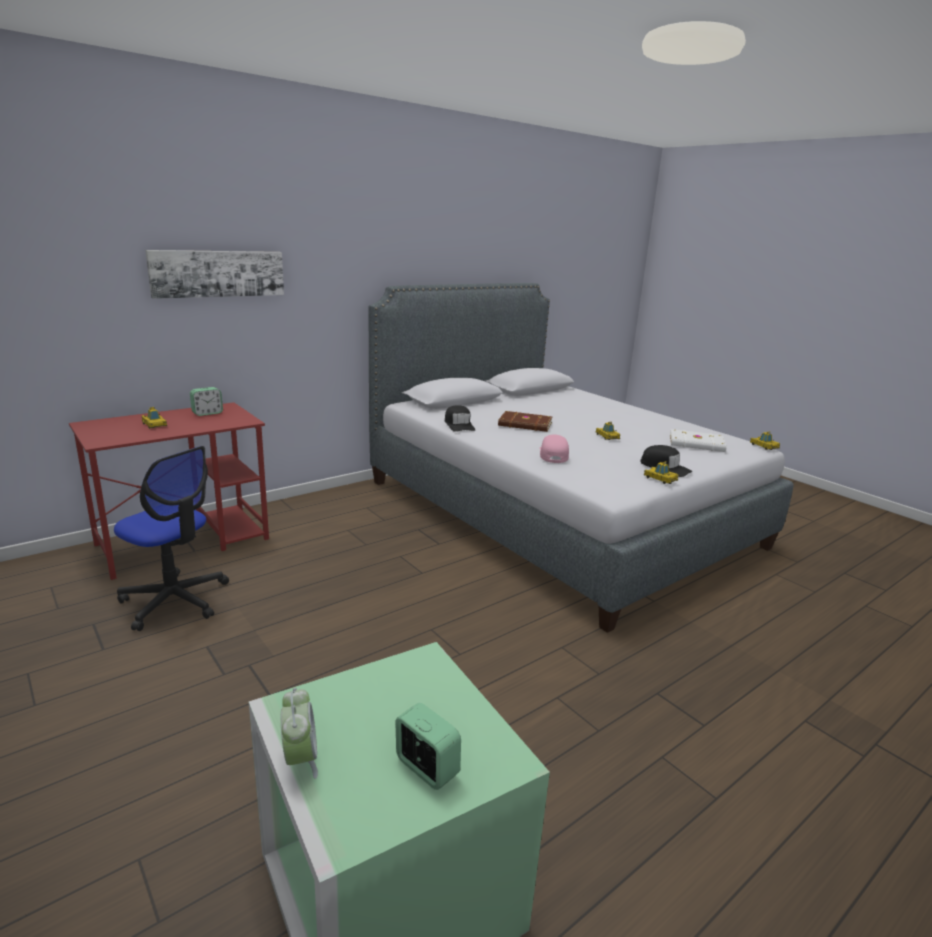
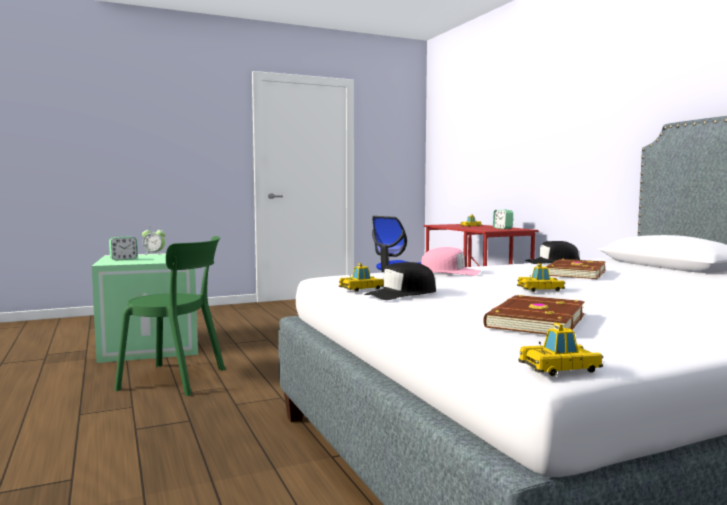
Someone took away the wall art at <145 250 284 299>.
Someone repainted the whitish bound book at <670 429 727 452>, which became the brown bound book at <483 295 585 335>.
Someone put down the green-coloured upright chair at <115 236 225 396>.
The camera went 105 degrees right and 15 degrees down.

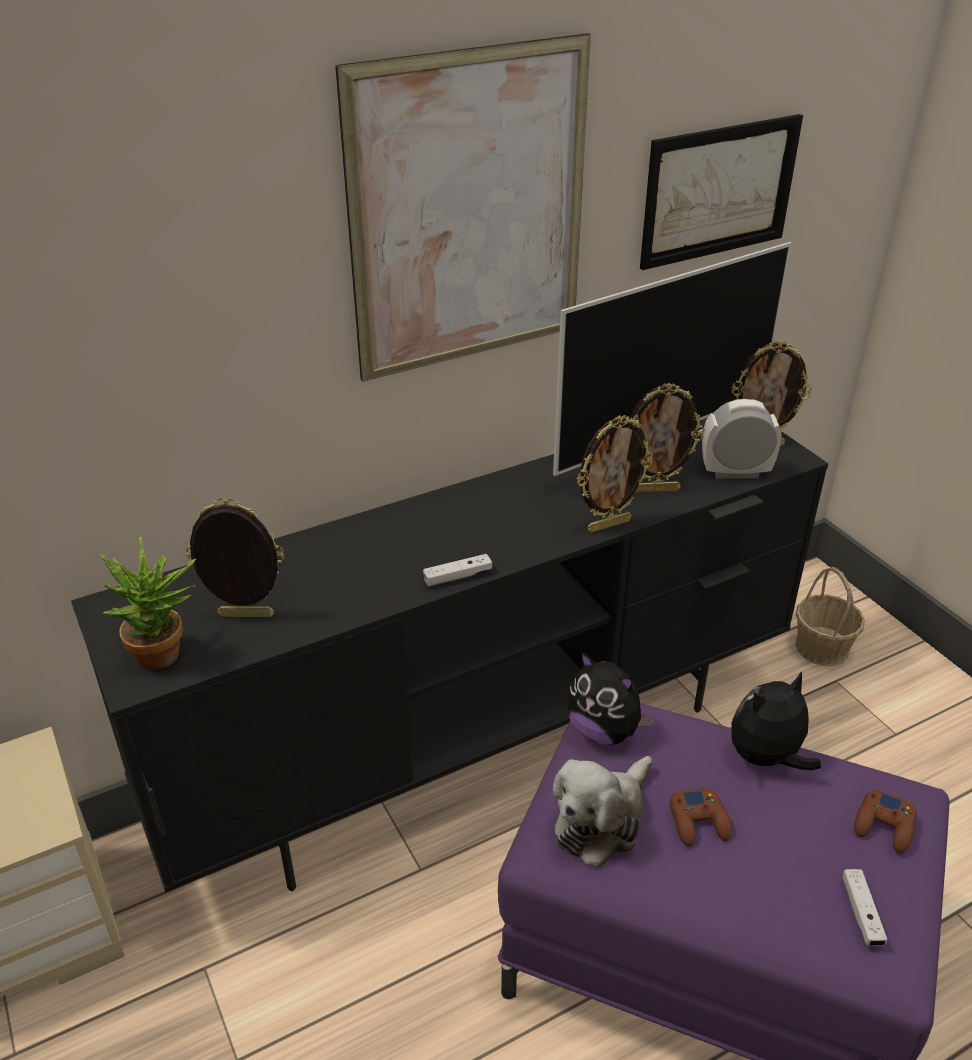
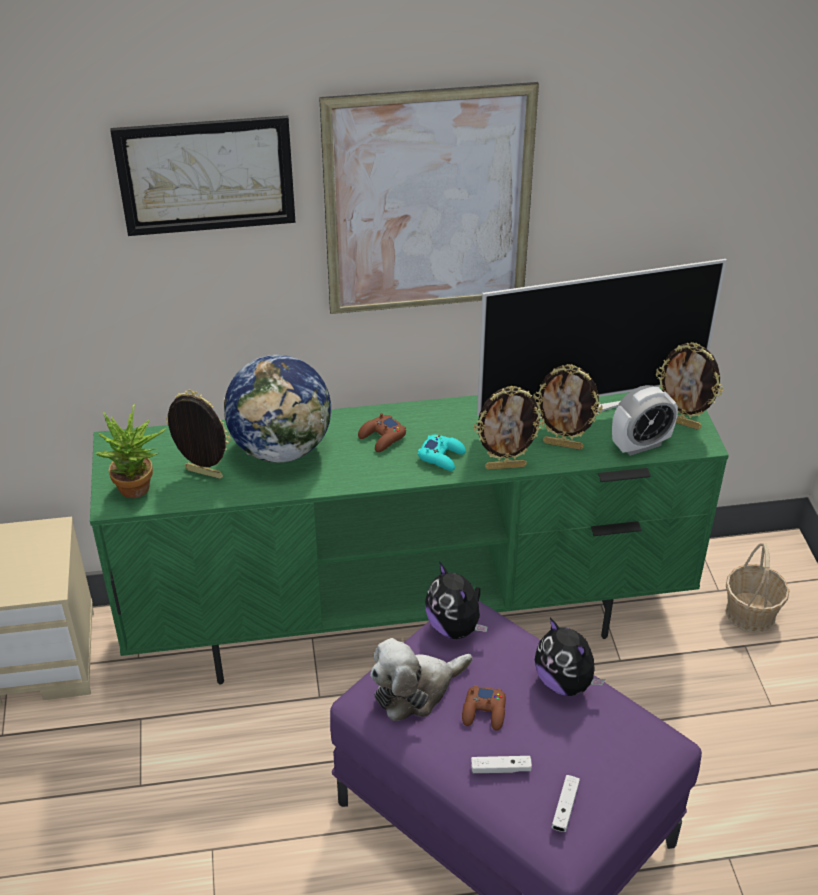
Someone carried the wall art from <640 114 803 270> to <110 115 296 236>.
Someone rotated the alarm clock at <702 399 781 479> by 135 degrees clockwise.
Someone repainted the blackish media console at <71 418 828 892>, which became the green-coloured media console at <90 387 729 685>.
Someone carried the whitish gamepad from <423 554 492 587> to <471 756 532 773>.
Someone rotated the soft toy at <731 671 821 770> by 120 degrees counterclockwise.
Someone carried the brown gamepad from <854 789 917 853> to <358 413 406 452>.
Someone put down the world globe at <223 355 331 463>.
Someone put down the blue-green gamepad at <418 435 466 471>.
The camera went 20 degrees right and 5 degrees up.

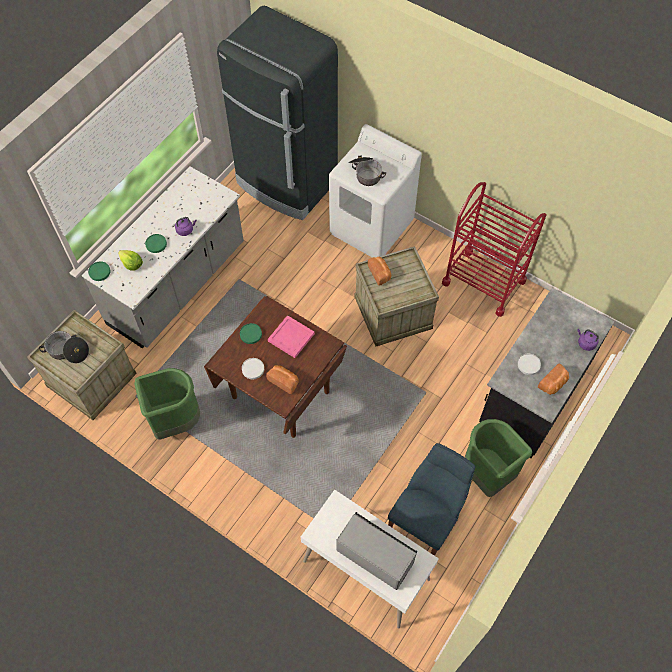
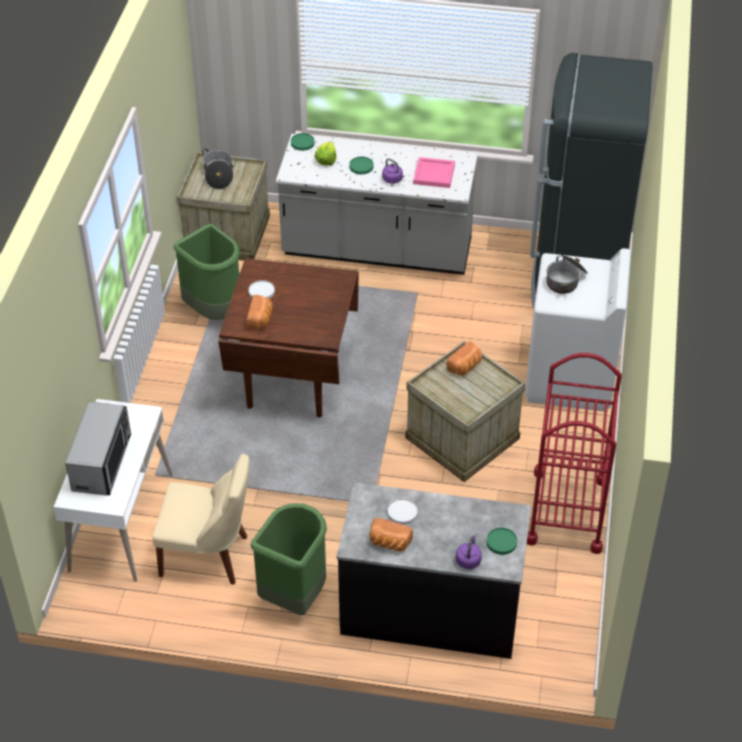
Someone carried the pinkish serving tray from <268 315 315 358> to <413 157 455 188>.
Someone carried the green-coloured flat dish from <240 323 262 344> to <487 528 517 555>.
Someone repainted the bluish upright chair at <388 443 475 556>, which became the beige-coloured upright chair at <152 454 250 585>.
The camera went 65 degrees right and 15 degrees down.

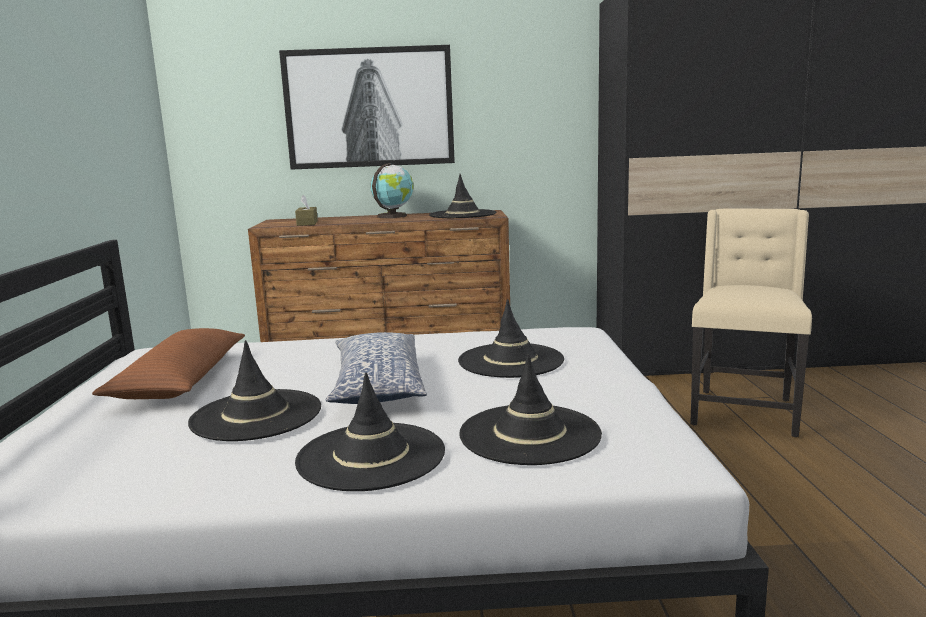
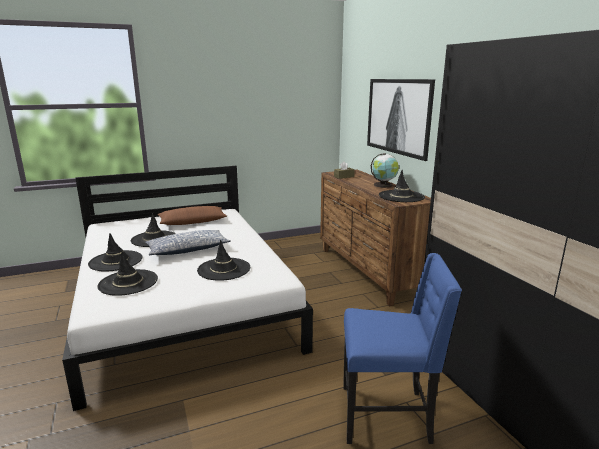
Someone repainted the beige-coloured upright chair at <690 209 812 437>, which became the bluish upright chair at <343 253 462 444>.
The camera went 70 degrees right and 5 degrees up.

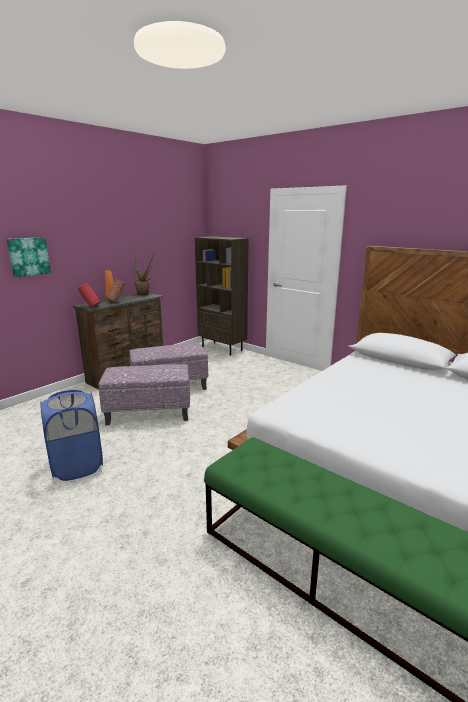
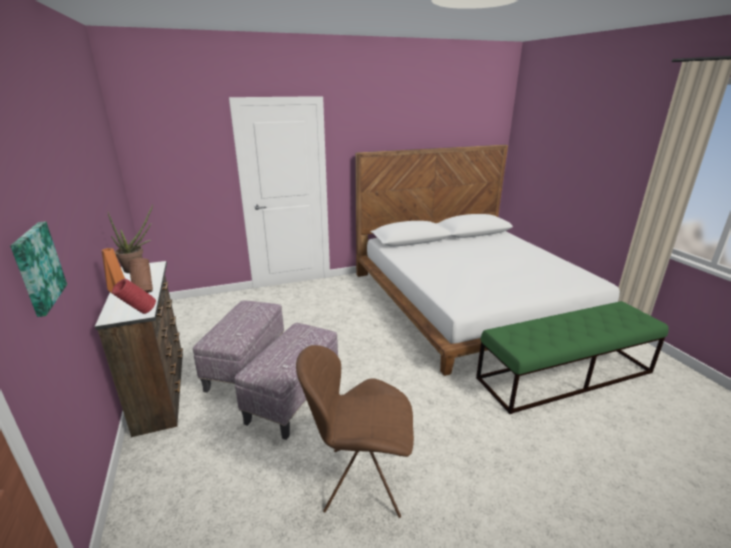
Someone took away the brown shelving unit at <195 236 249 355>.
Someone swapped the bluish laundry basket at <40 390 103 481> for the brown upright chair at <296 345 414 518>.
The camera went 60 degrees left and 5 degrees up.

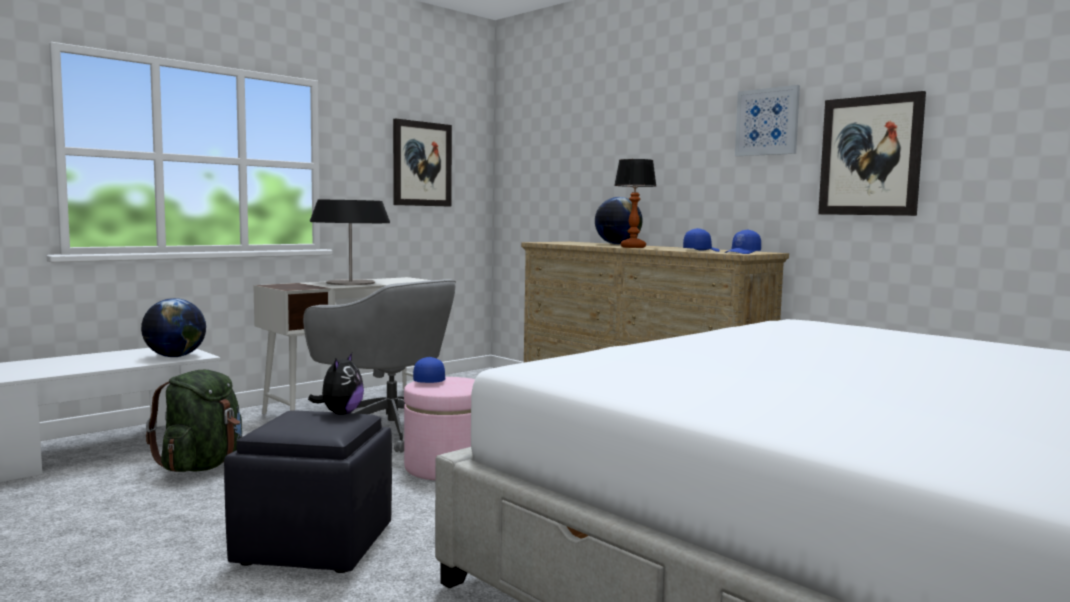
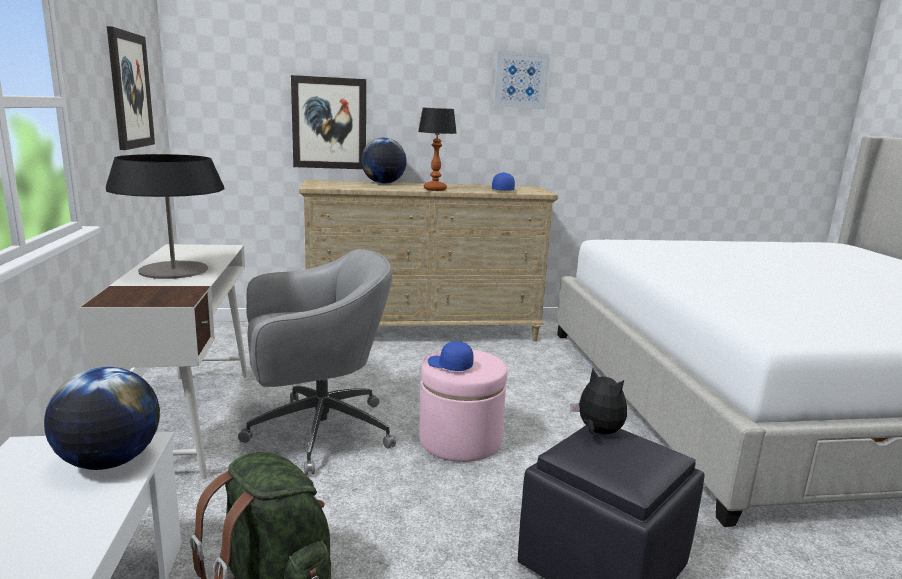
Someone carried the wall art from <818 91 926 216> to <291 75 366 169>.
Someone took away the bluish cap at <725 229 761 254>.
The camera went 55 degrees left and 10 degrees up.

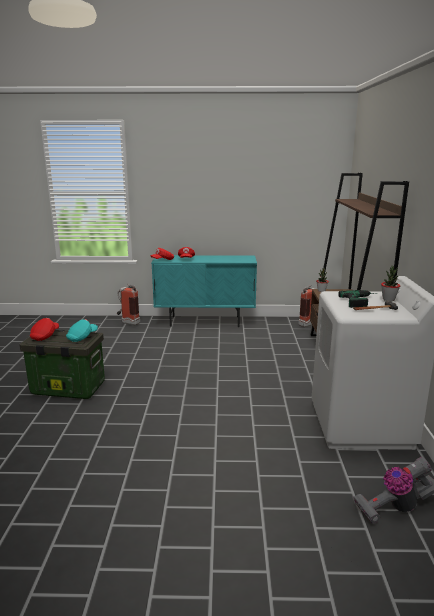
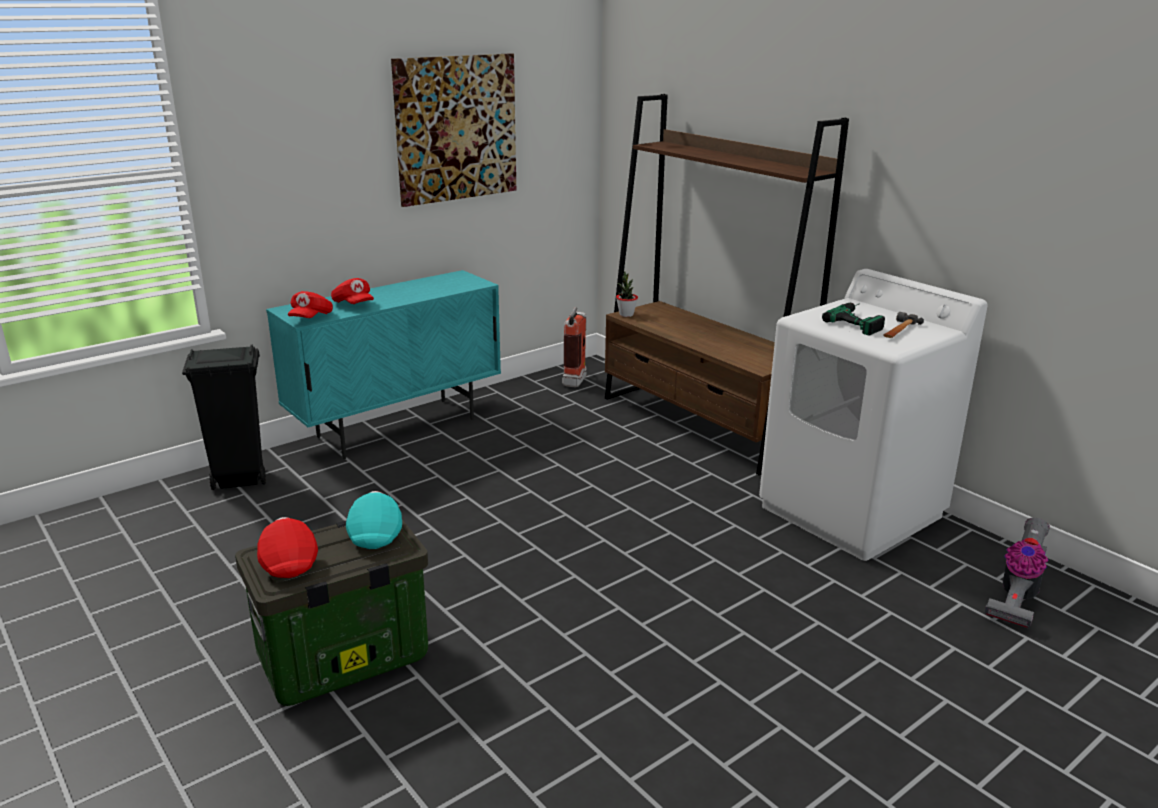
Someone took away the houseplant at <381 266 400 301>.
Someone swapped the extinguisher at <117 284 140 325> for the blackish waste bin at <182 344 266 490>.
Someone put up the wall art at <391 53 516 207>.
The camera went 40 degrees left and 5 degrees up.

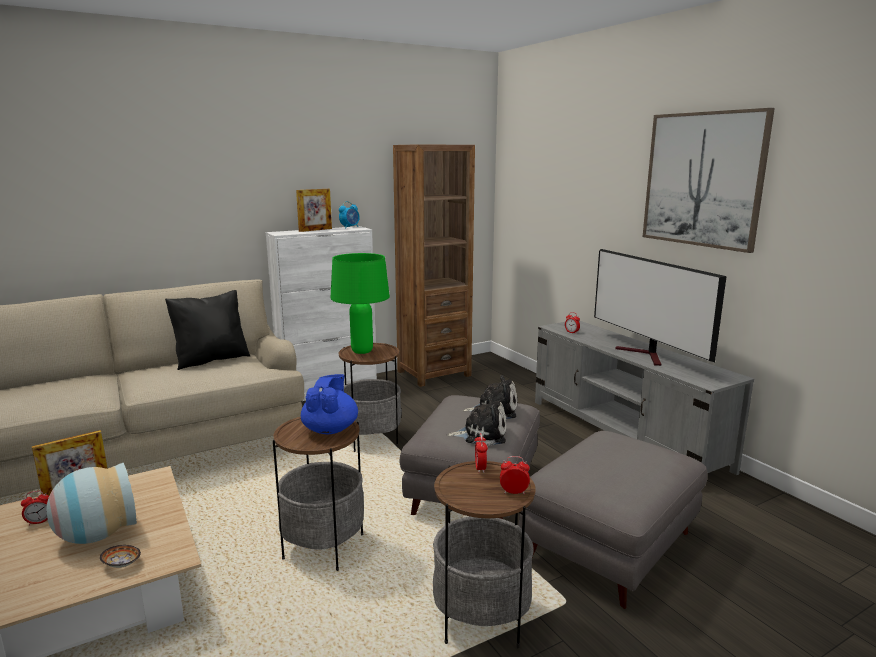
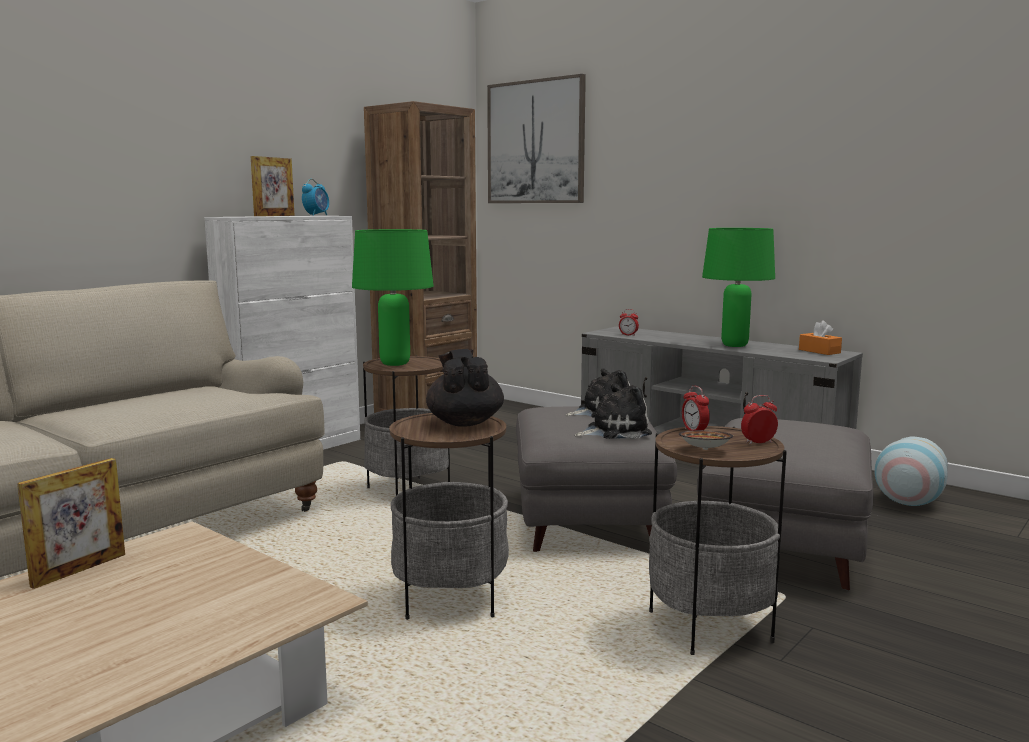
Someone carried the wall art from <643 108 775 253> to <487 74 586 203>.
Someone swapped the TV set at <594 249 727 366> for the green-coloured lamp for a table at <702 228 775 347>.
Someone took away the blackish throw pillow at <165 290 250 370>.
Someone repainted the bluish pot for tea at <301 374 358 434>, which became the blackish pot for tea at <426 349 504 427>.
Someone carried the decorative vase from <46 463 137 544> to <874 437 948 506>.
Someone took away the alarm clock at <21 491 49 526>.
Someone carried the bowl from <100 545 141 568> to <679 430 733 450>.
Someone put down the orange-coloured tissue box at <799 321 842 355>.
The camera went 20 degrees left and 5 degrees down.

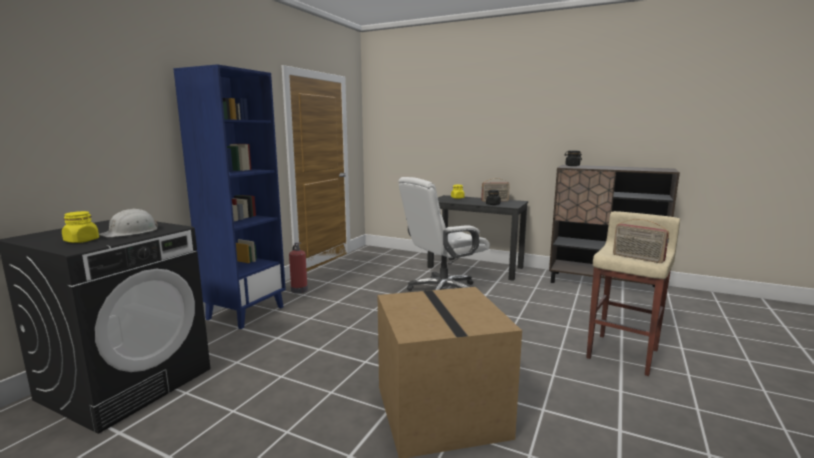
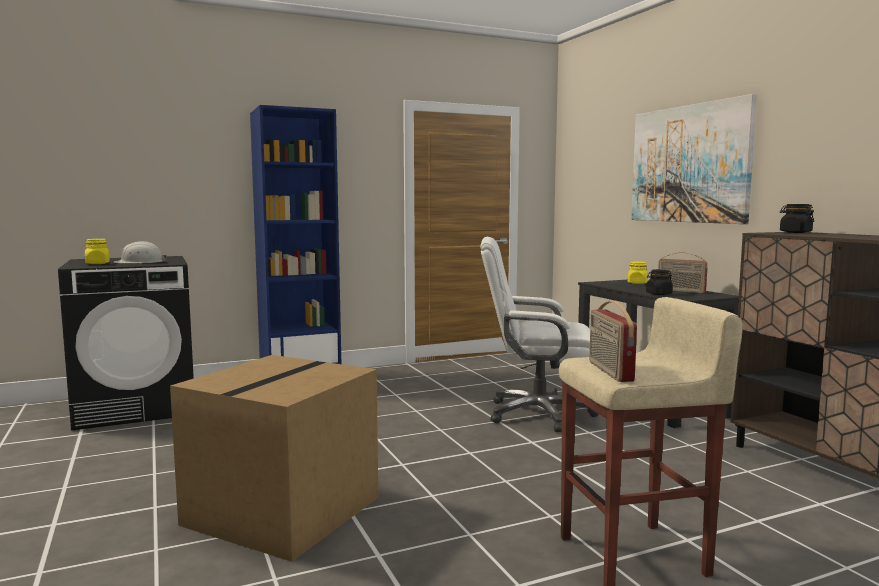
Someone took away the extinguisher at <289 242 308 293>.
Someone put up the wall art at <631 94 757 224>.
The camera went 40 degrees right and 5 degrees down.

